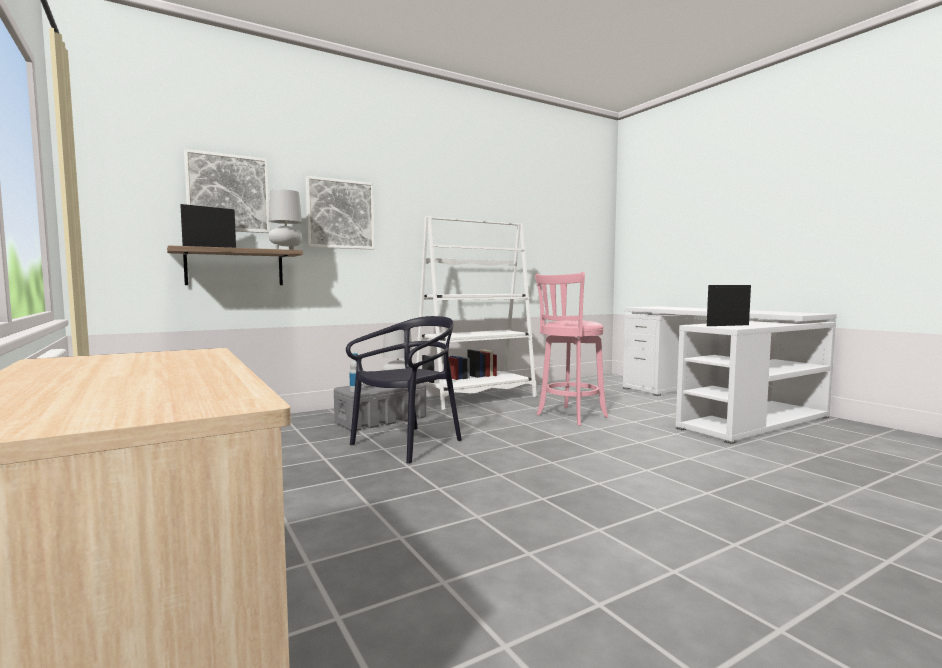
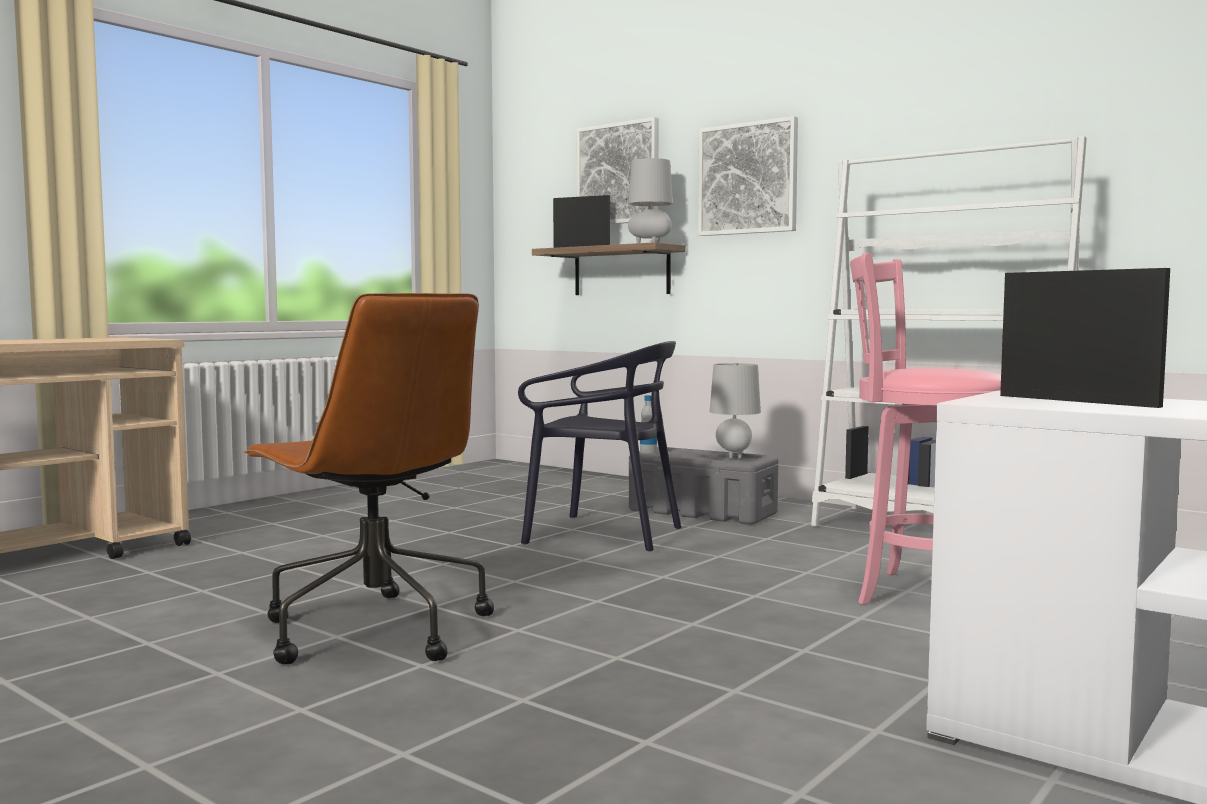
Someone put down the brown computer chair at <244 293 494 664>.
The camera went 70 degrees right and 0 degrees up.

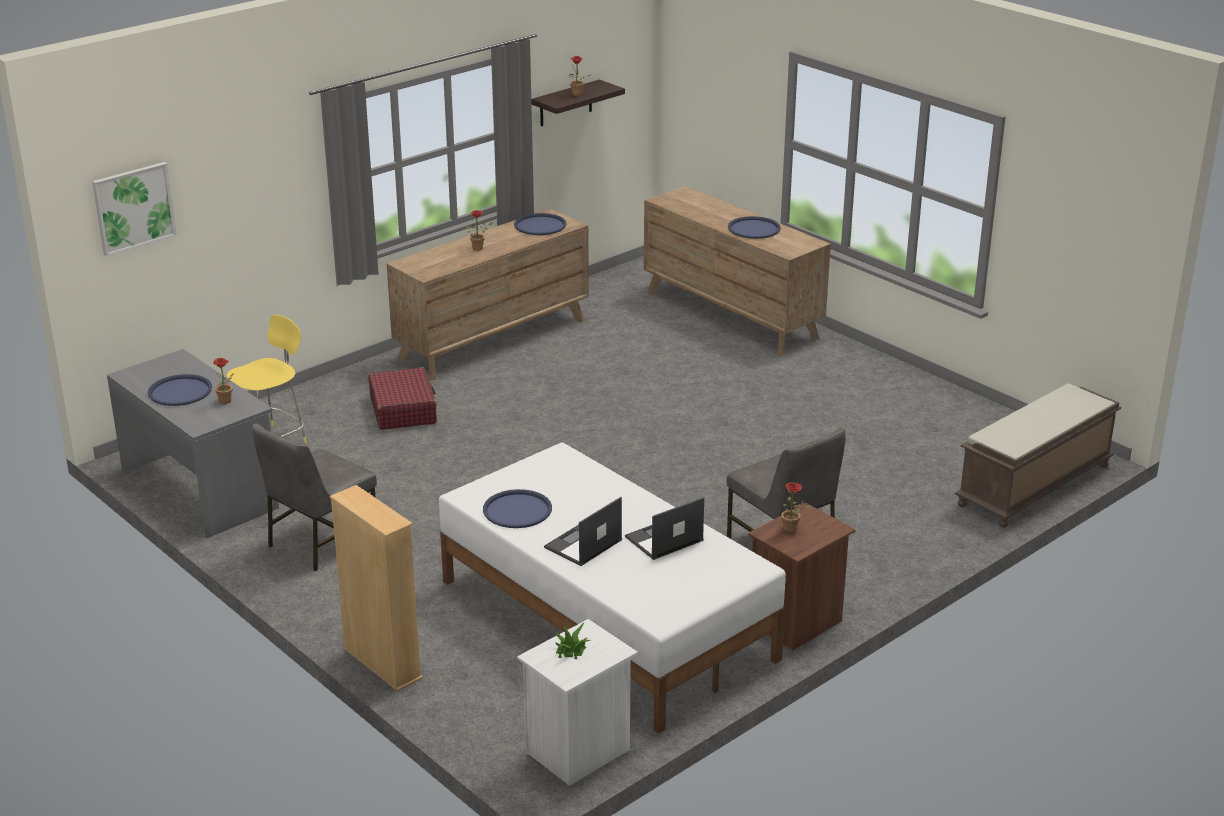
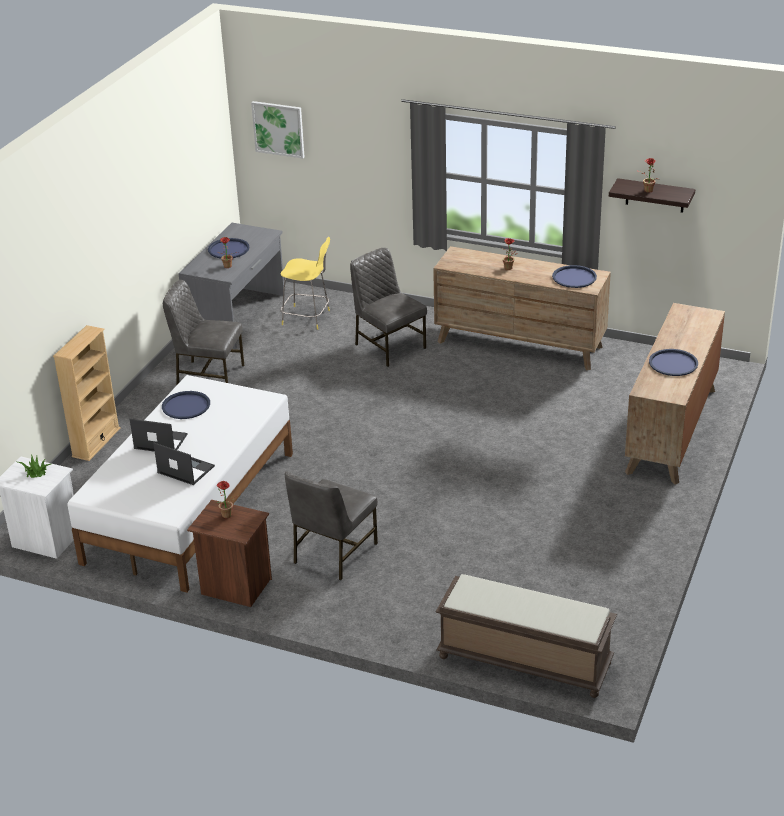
Someone swapped the red piece of luggage at <368 367 437 430> for the gray upright chair at <350 248 427 367>.
The camera went 65 degrees right and 5 degrees up.

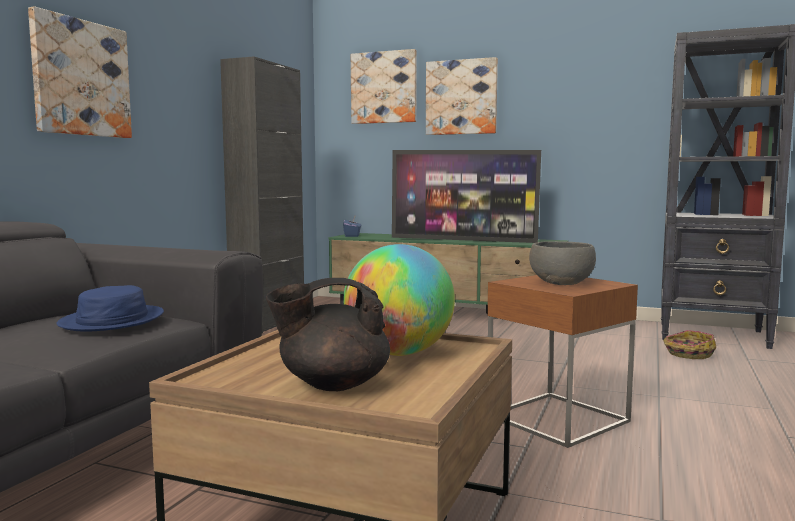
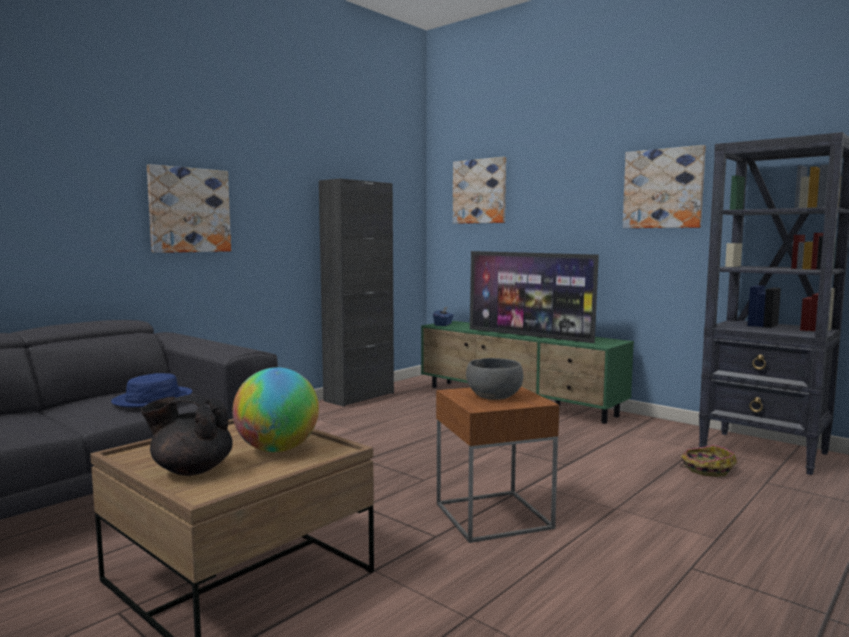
Someone carried the wall art from <426 57 498 135> to <623 145 706 228>.
The camera went 20 degrees right and 0 degrees up.

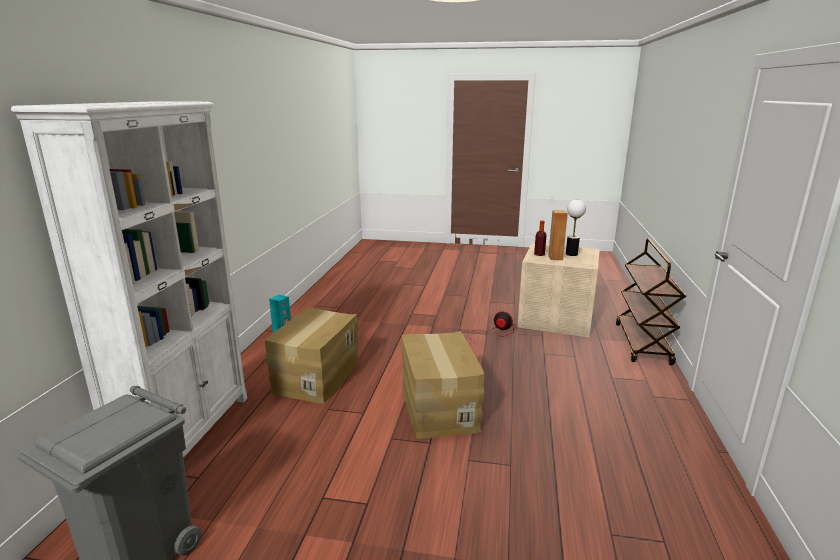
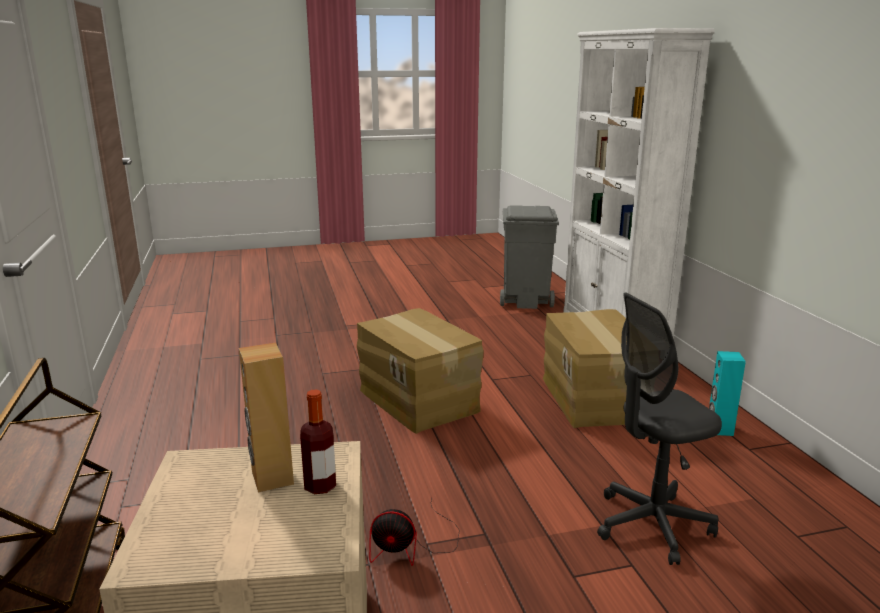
Someone took away the lamp for a table at <566 199 586 256>.
Someone put down the gray computer chair at <597 293 722 565>.
The camera went 155 degrees right and 0 degrees up.

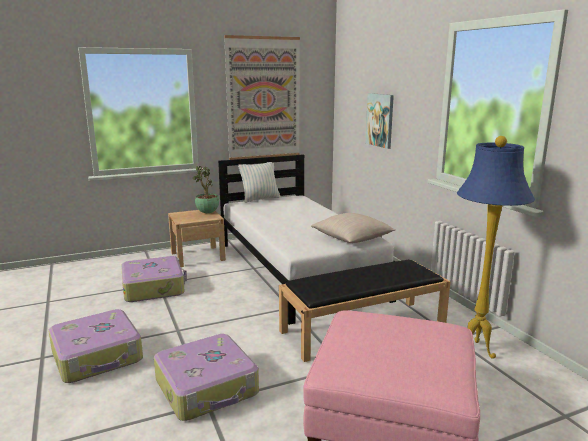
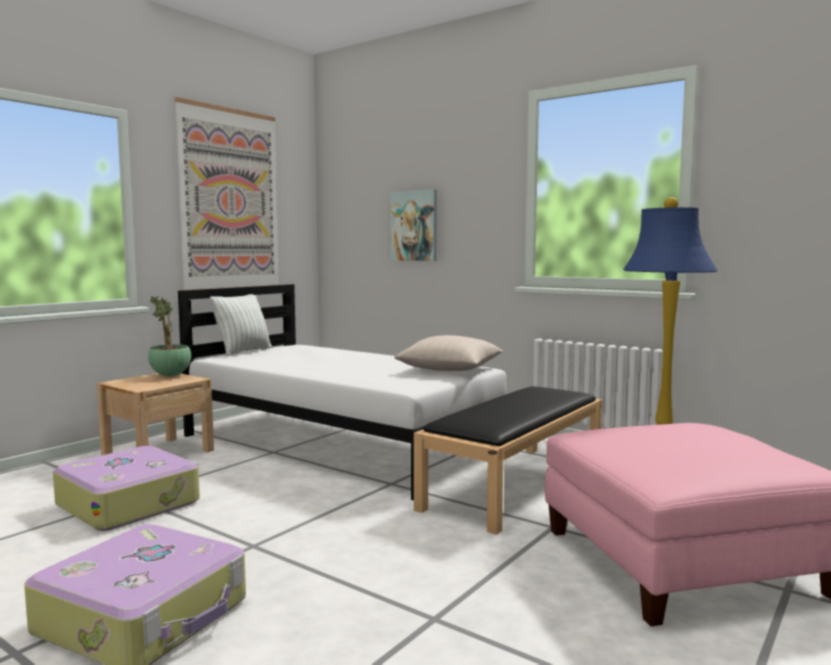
Someone took away the piece of luggage at <154 334 259 421>.
The camera went 30 degrees left and 10 degrees down.

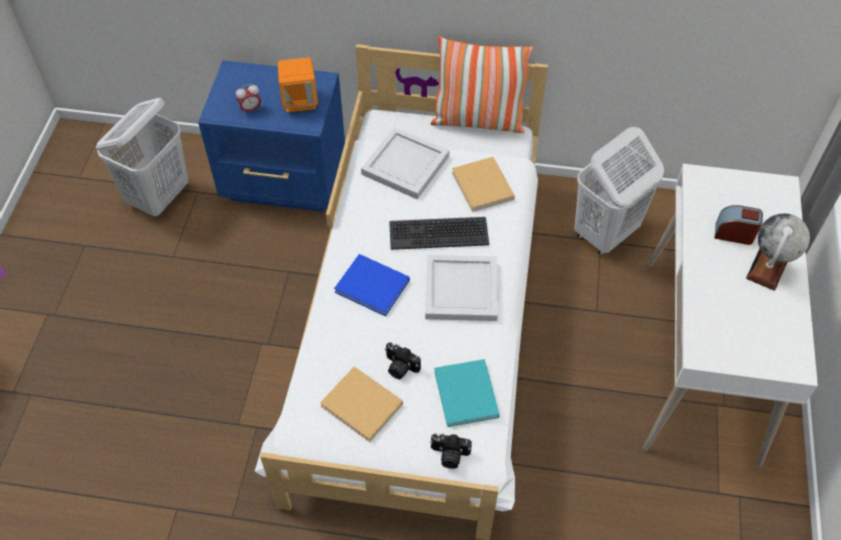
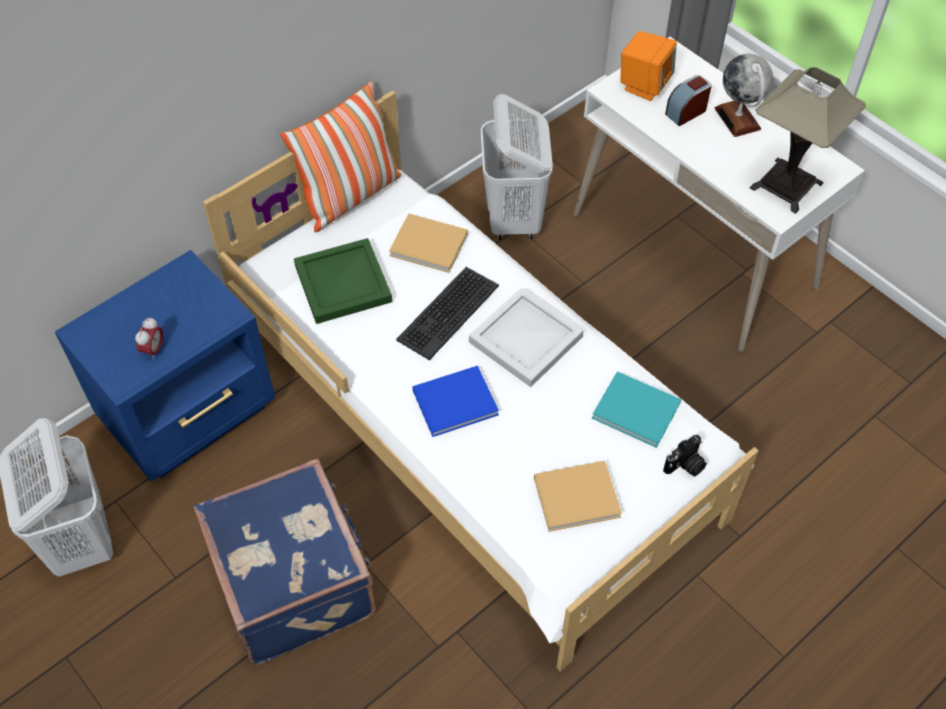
Someone carried the orange-coloured audio speaker from <278 57 318 112> to <620 31 677 101>.
Someone repainted the whitish serving tray at <361 127 449 200>, which became the green-coloured serving tray at <294 238 392 324>.
Someone took away the photo camera at <385 342 421 379>.
Someone put down the lamp for a table at <750 67 866 214>.
Someone put down the bluish piece of luggage at <194 459 375 665>.
The camera went 50 degrees left and 0 degrees up.

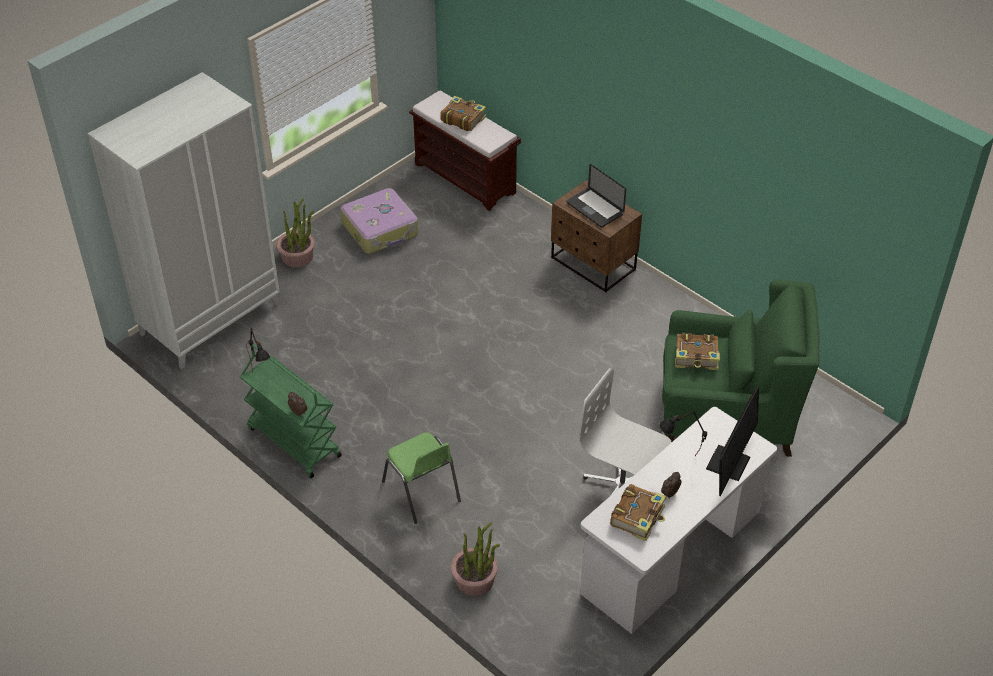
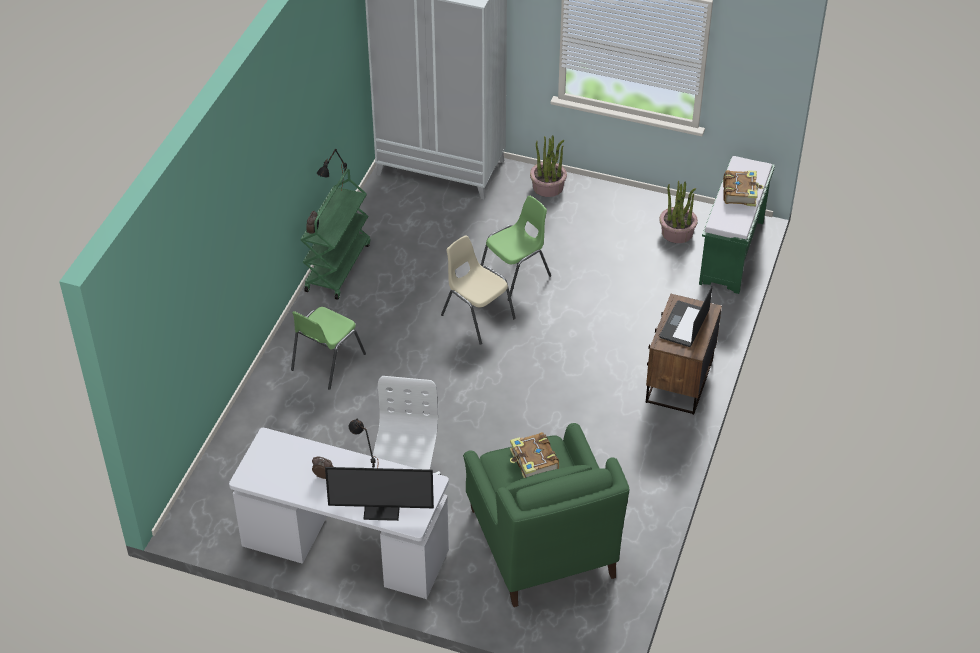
Someone repainted the brown long seat at <409 90 521 211>, which became the green-coloured long seat at <699 156 775 294>.
Someone took away the piece of luggage at <340 188 418 254>.
Someone took away the bound book at <610 484 666 541>.
Someone carried the houseplant from <451 522 500 596> to <659 181 698 243>.
Someone put down the green-coloured upright chair at <481 196 551 301>.
Someone put down the beige-coloured upright chair at <441 236 516 345>.
The camera went 65 degrees right and 0 degrees up.

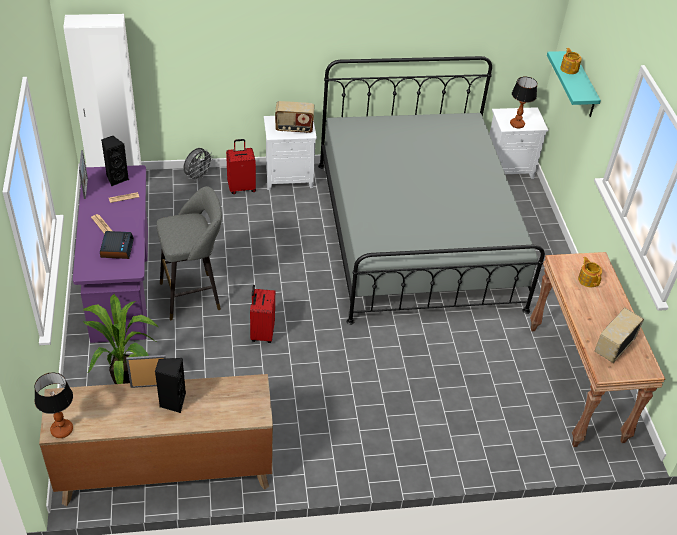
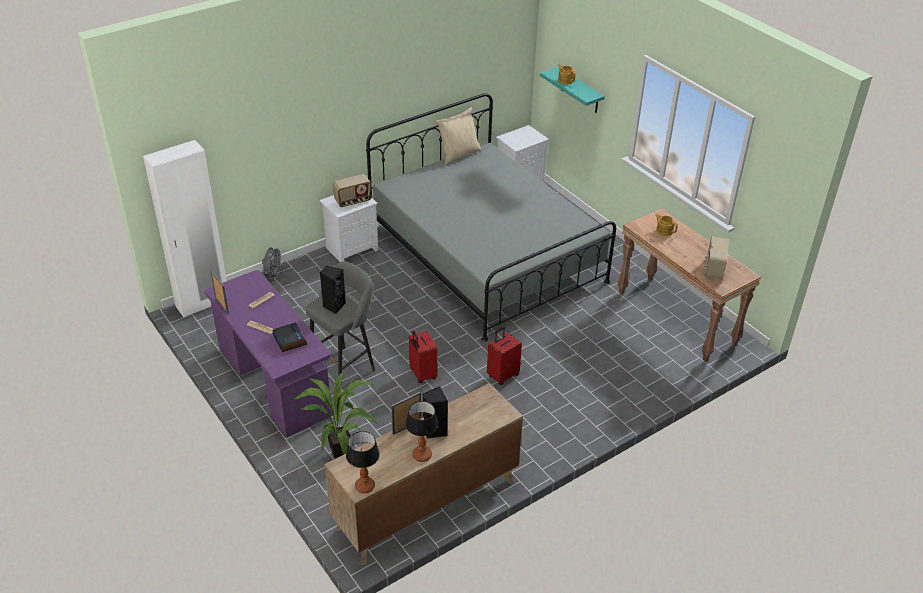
Someone carried the lamp for a table from <510 77 537 128> to <406 401 438 462>.
Someone carried the blackish audio speaker from <101 136 129 187> to <320 266 346 314>.
Someone carried the red piece of luggage from <226 139 256 194> to <487 327 522 385>.
Someone put down the beige-coloured throw pillow at <436 107 481 165>.
The camera went 25 degrees left and 5 degrees down.

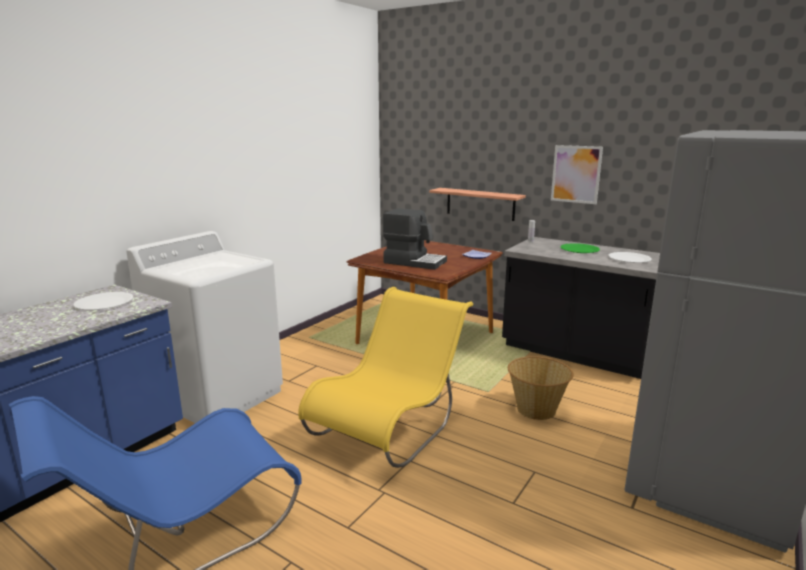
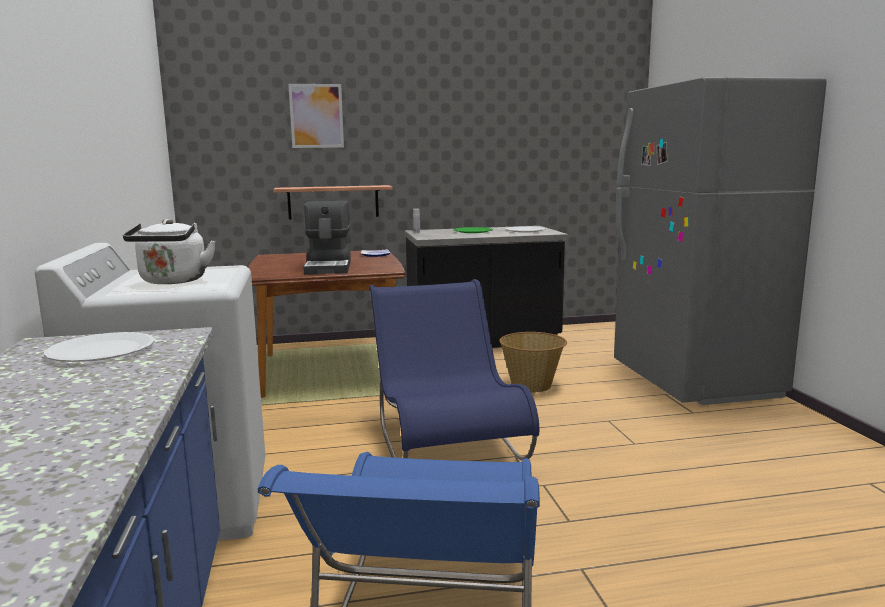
Someone carried the wall art from <551 145 603 204> to <288 84 344 148>.
Someone rotated the coffee machine at <383 208 447 270> by 105 degrees clockwise.
Someone repainted the yellow upright chair at <298 287 473 468>, which became the bluish upright chair at <369 279 539 460>.
Someone put down the whitish tea kettle at <123 219 216 284>.
The camera went 45 degrees left and 5 degrees down.

